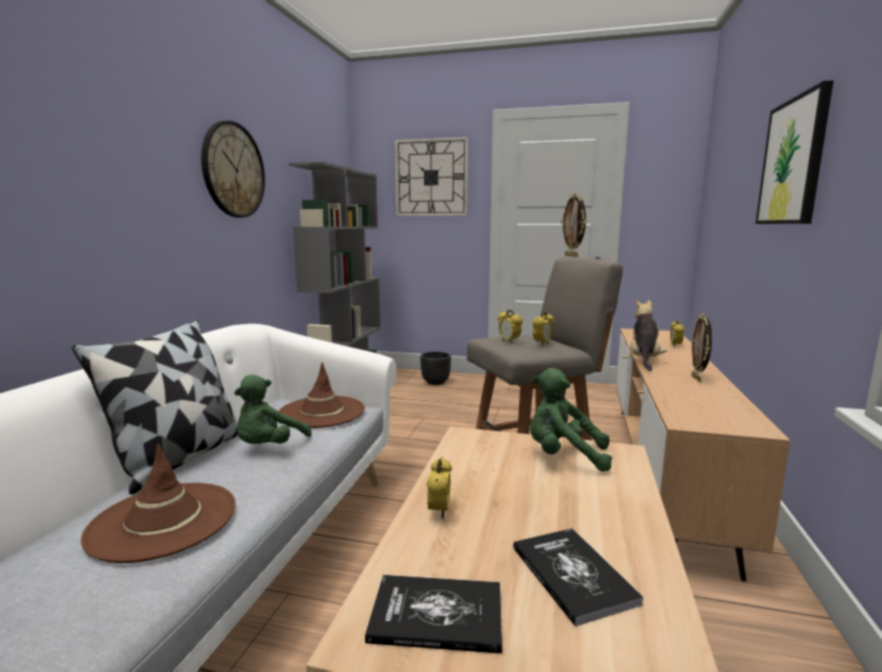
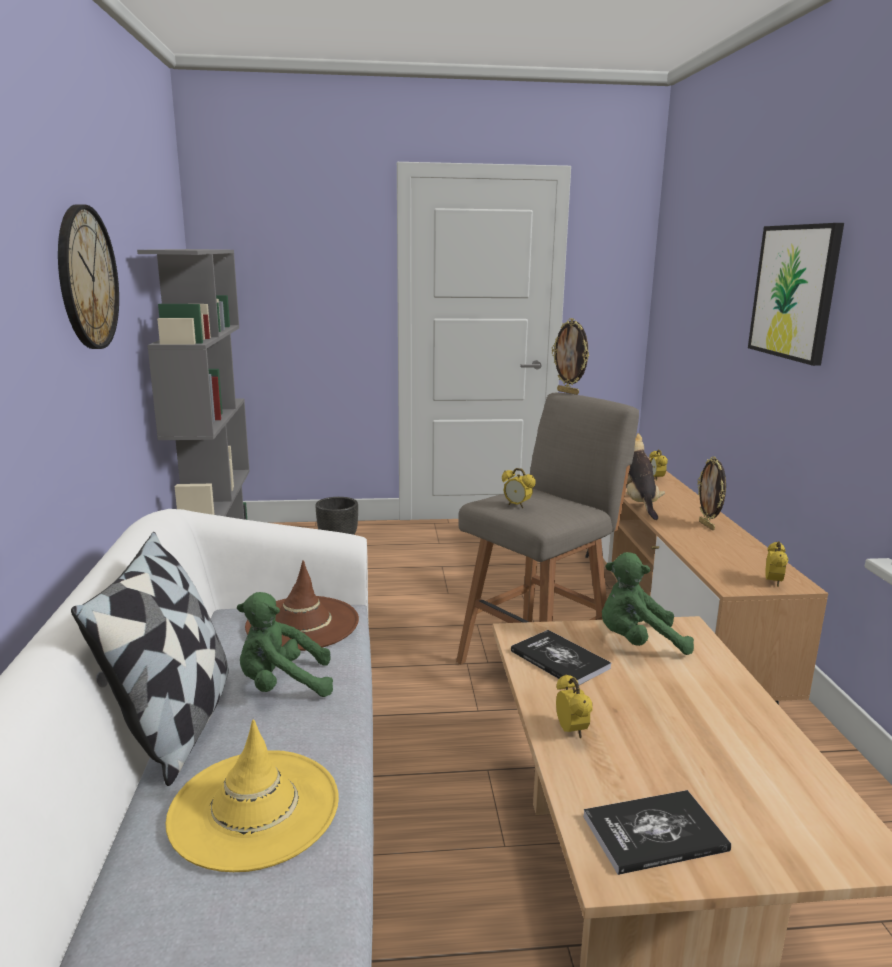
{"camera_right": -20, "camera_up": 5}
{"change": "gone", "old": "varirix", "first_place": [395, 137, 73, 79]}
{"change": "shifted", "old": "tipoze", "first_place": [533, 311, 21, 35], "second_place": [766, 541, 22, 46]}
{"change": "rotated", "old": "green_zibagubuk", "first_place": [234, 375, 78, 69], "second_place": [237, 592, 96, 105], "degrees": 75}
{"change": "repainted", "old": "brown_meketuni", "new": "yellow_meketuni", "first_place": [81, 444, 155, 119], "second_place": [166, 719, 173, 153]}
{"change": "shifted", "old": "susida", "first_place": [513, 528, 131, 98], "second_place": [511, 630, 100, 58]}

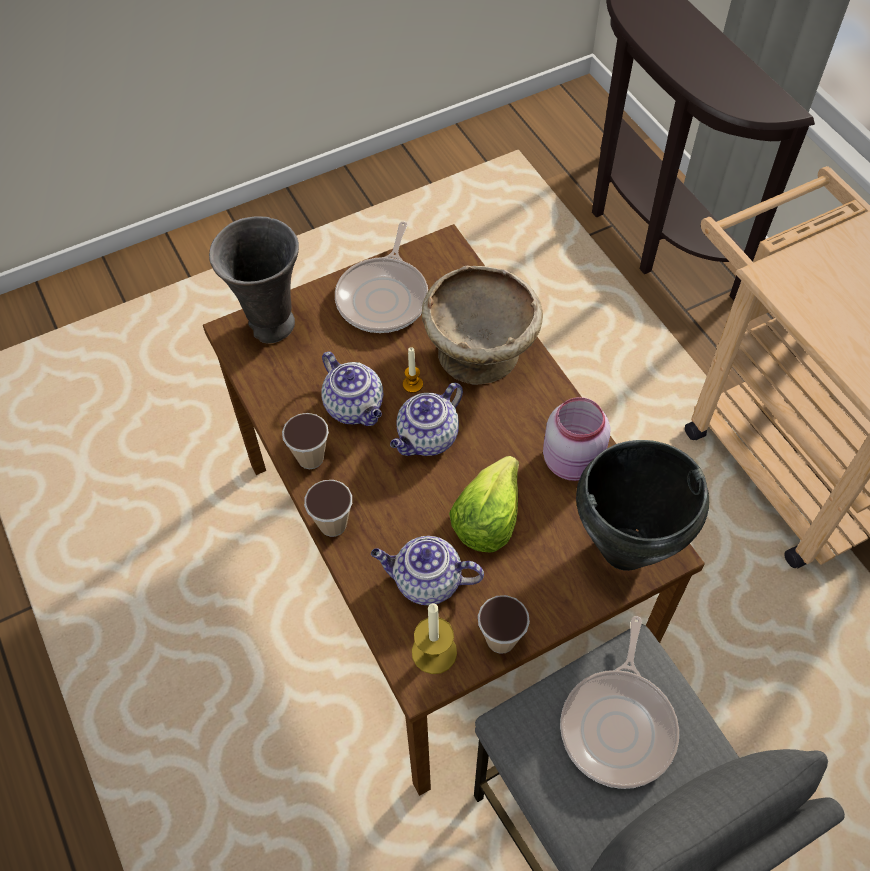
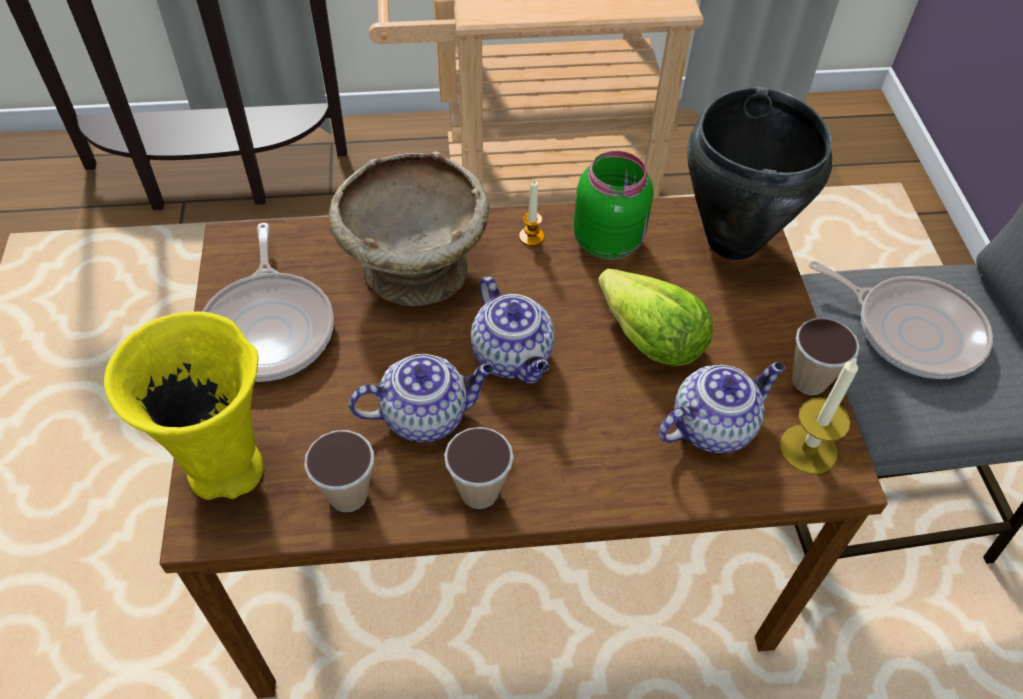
{"camera_right": -70, "camera_up": -5}
{"change": "repainted", "old": "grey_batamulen", "new": "yellow_batamulen", "first_place": [209, 216, 90, 127], "second_place": [104, 312, 159, 188]}
{"change": "rotated", "old": "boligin", "first_place": [335, 222, 93, 111], "second_place": [202, 223, 132, 159], "degrees": 45}
{"change": "shifted", "old": "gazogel", "first_place": [403, 347, 20, 46], "second_place": [519, 181, 25, 65]}
{"change": "repainted", "old": "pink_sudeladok", "new": "green_sudeladok", "first_place": [543, 397, 67, 84], "second_place": [574, 151, 80, 109]}
{"change": "shifted", "old": "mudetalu", "first_place": [304, 480, 48, 57], "second_place": [304, 430, 70, 82]}
{"change": "rotated", "old": "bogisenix", "first_place": [371, 536, 113, 69], "second_place": [658, 362, 127, 92], "degrees": -150}

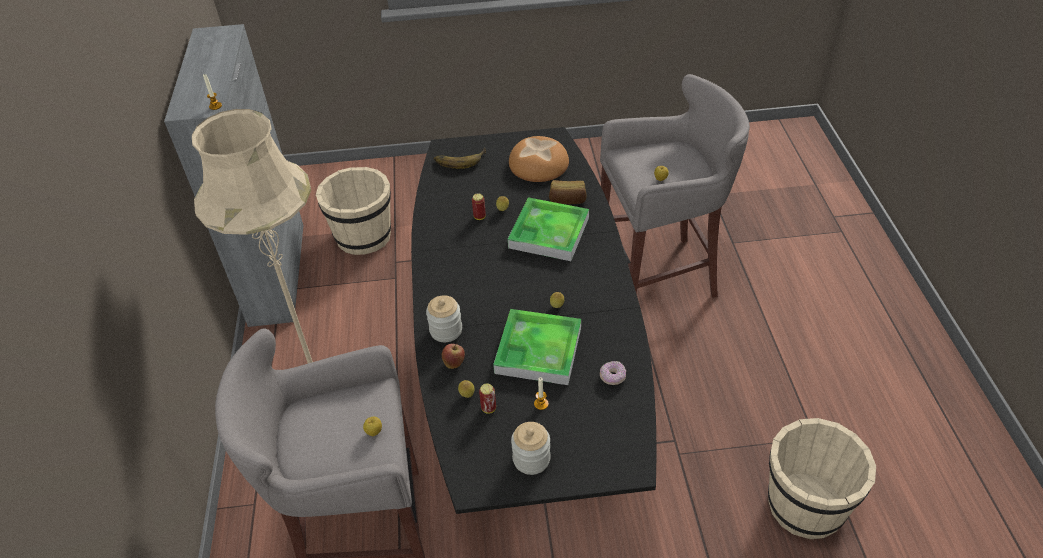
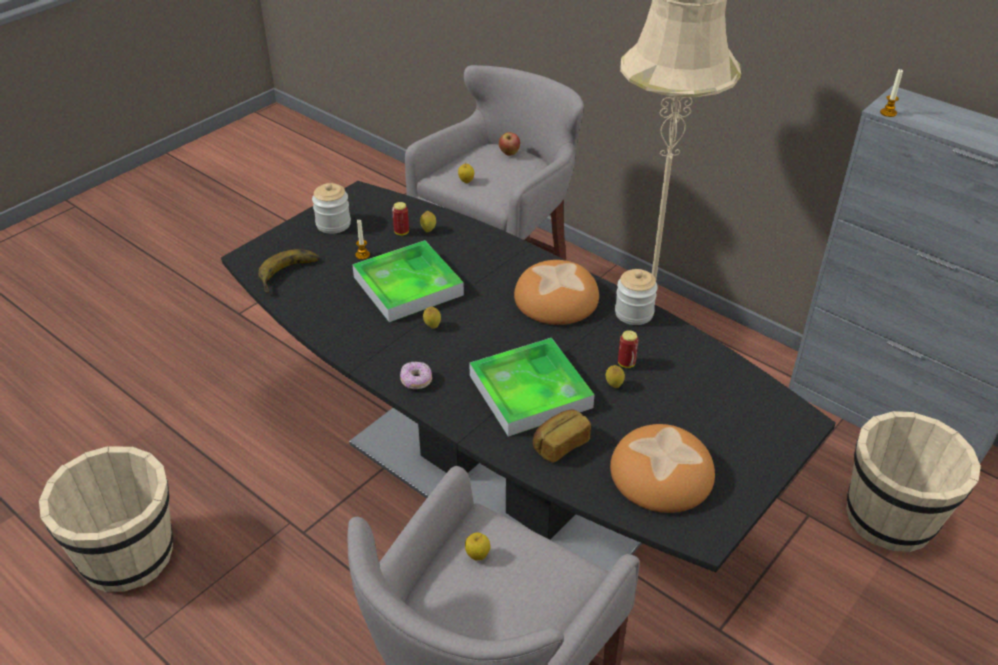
{"camera_right": 135, "camera_up": -5}
{"change": "shifted", "old": "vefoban", "first_place": [434, 148, 52, 21], "second_place": [258, 249, 62, 44]}
{"change": "shifted", "old": "sudeladok", "first_place": [426, 295, 36, 47], "second_place": [615, 269, 43, 56]}
{"change": "shifted", "old": "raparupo", "first_place": [442, 343, 23, 26], "second_place": [499, 132, 21, 24]}
{"change": "shifted", "old": "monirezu", "first_place": [600, 361, 26, 24], "second_place": [400, 362, 32, 27]}
{"change": "new", "new": "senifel", "second_place": [514, 260, 85, 65]}

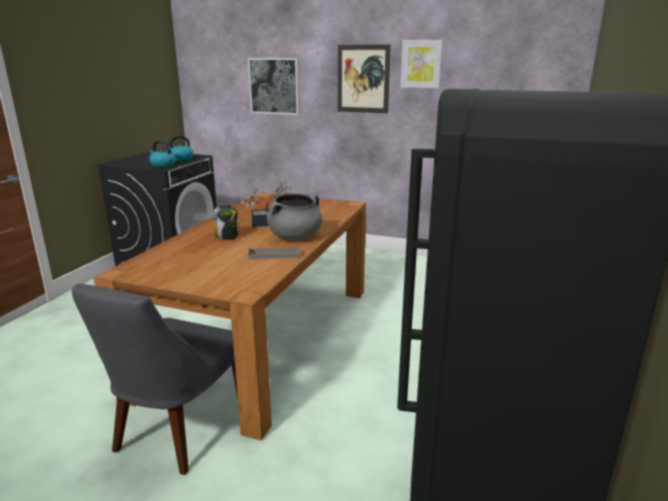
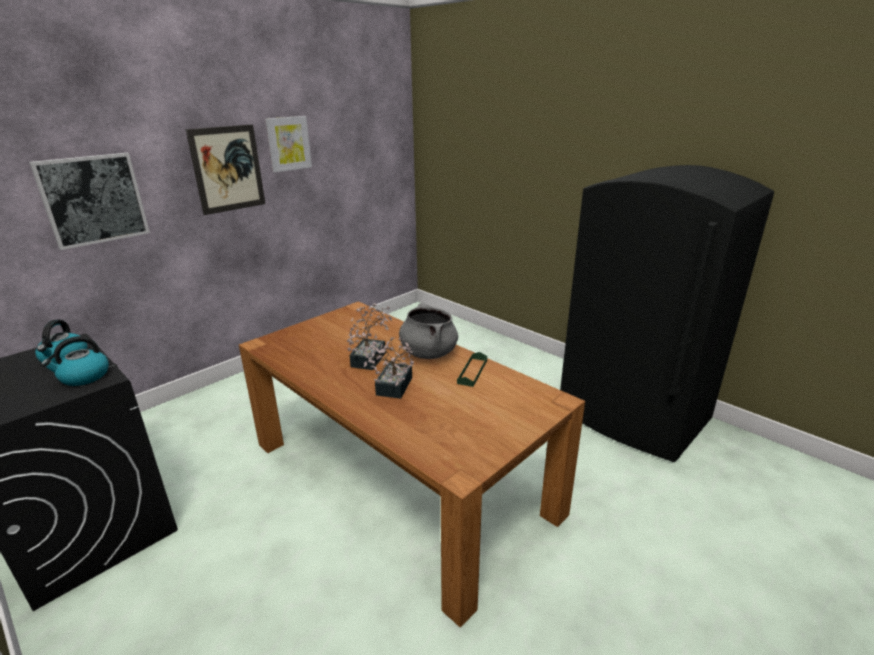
{"camera_right": -65, "camera_up": 5}
{"change": "swapped", "old": "sudeladok", "new": "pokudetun", "first_place": [214, 204, 25, 36], "second_place": [364, 337, 50, 62]}
{"change": "repainted", "old": "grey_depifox", "new": "green_depifox", "first_place": [248, 246, 52, 13], "second_place": [457, 352, 30, 35]}
{"change": "gone", "old": "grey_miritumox", "first_place": [72, 284, 166, 191]}

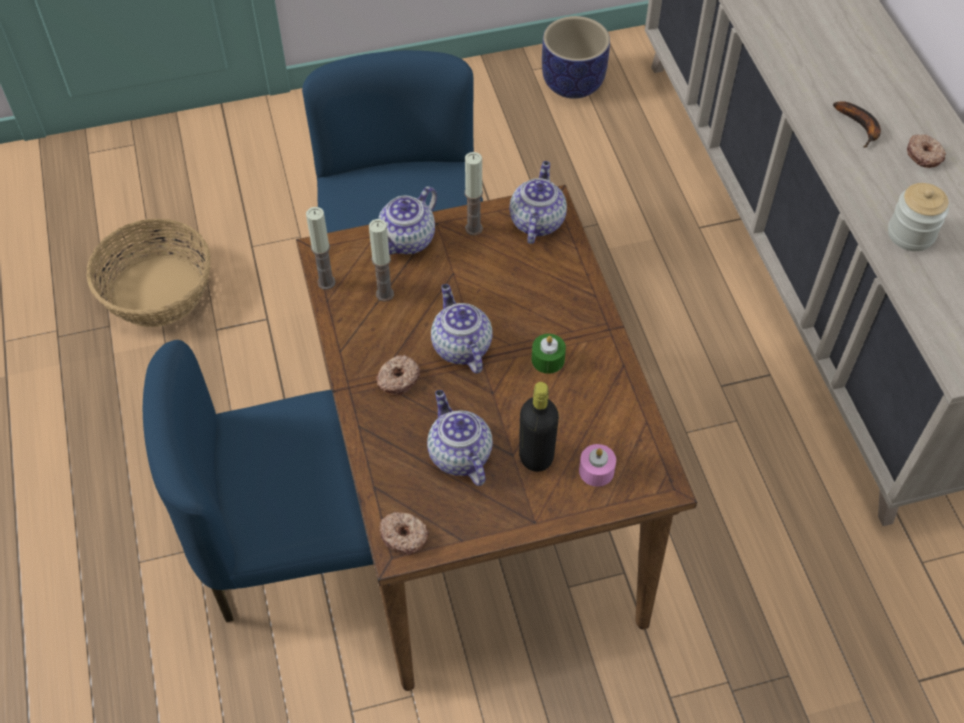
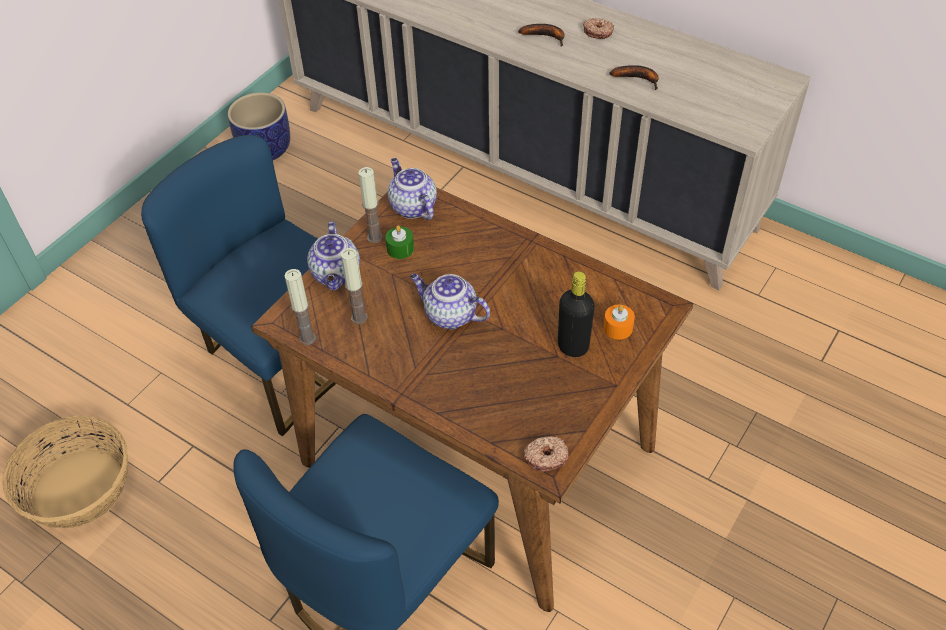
{"camera_right": -40, "camera_up": -5}
{"change": "swapped", "old": "sudeladok", "new": "vefoban", "first_place": [888, 183, 61, 68], "second_place": [610, 65, 49, 25]}
{"change": "shifted", "old": "green_gazogel", "first_place": [532, 334, 34, 40], "second_place": [385, 226, 29, 33]}
{"change": "gone", "old": "monirezu", "first_place": [376, 354, 44, 42]}
{"change": "gone", "old": "bogisenix", "first_place": [427, 390, 66, 96]}
{"change": "repainted", "old": "pink_gazogel", "new": "orange_gazogel", "first_place": [579, 444, 37, 43], "second_place": [603, 305, 32, 35]}

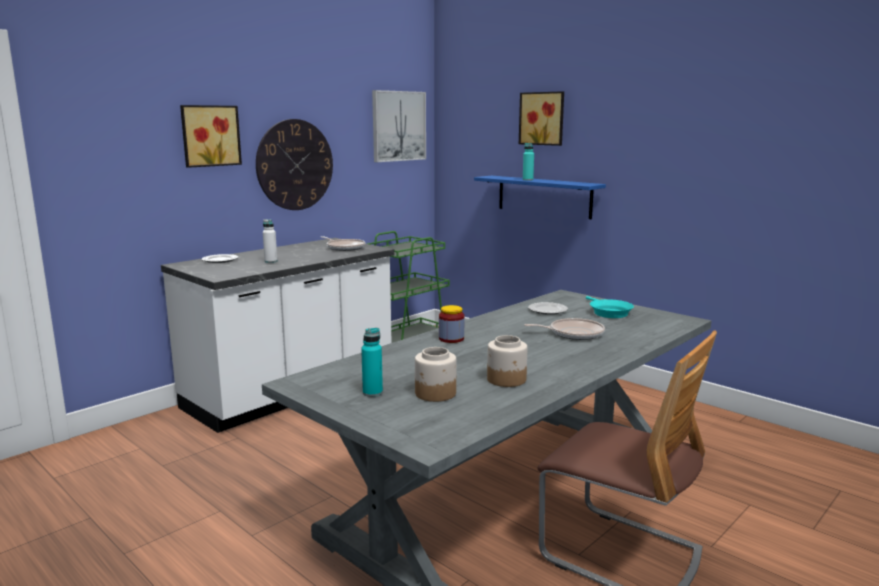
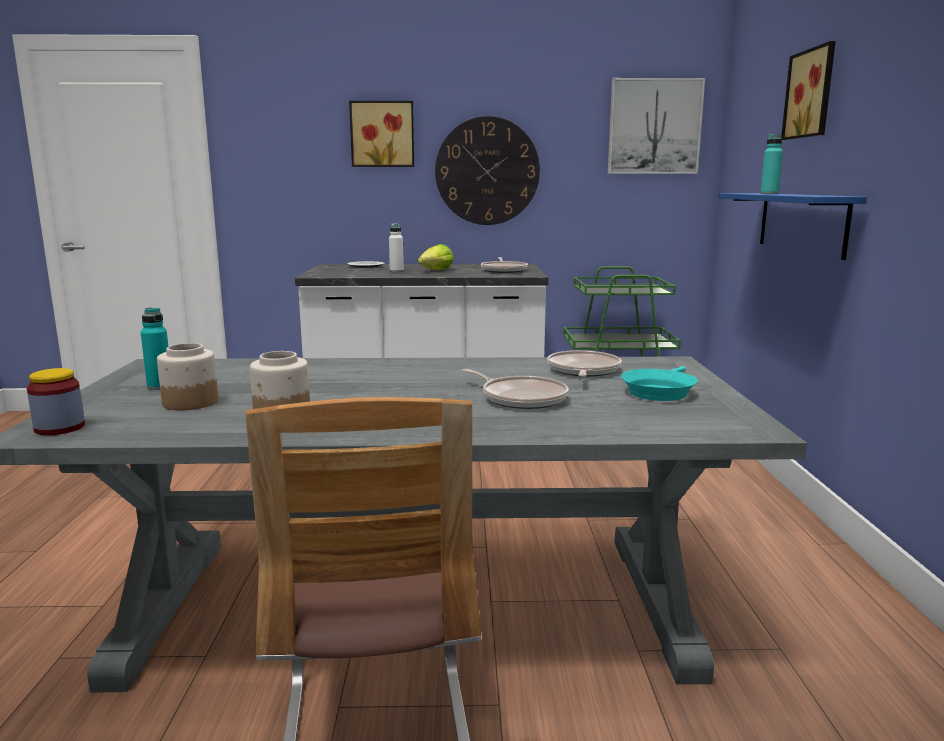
{"camera_right": 45, "camera_up": 0}
{"change": "swapped", "old": "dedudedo", "new": "boligin", "first_place": [528, 302, 40, 13], "second_place": [547, 350, 75, 27]}
{"change": "shifted", "old": "sudeladok", "first_place": [439, 305, 25, 38], "second_place": [27, 368, 58, 67]}
{"change": "new", "new": "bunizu", "second_place": [418, 244, 36, 26]}

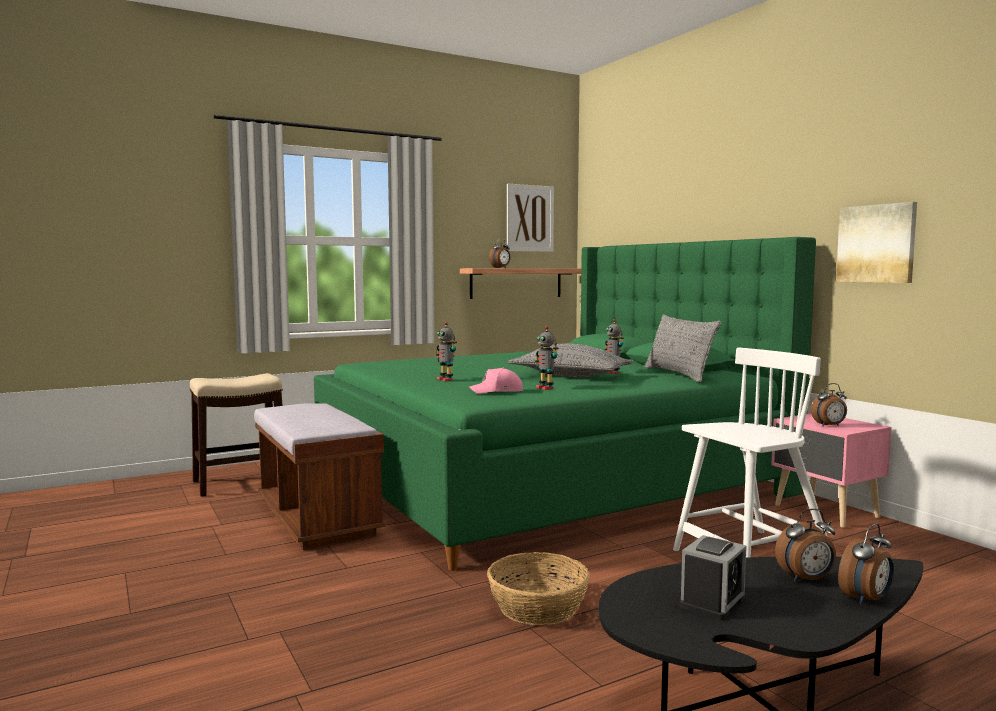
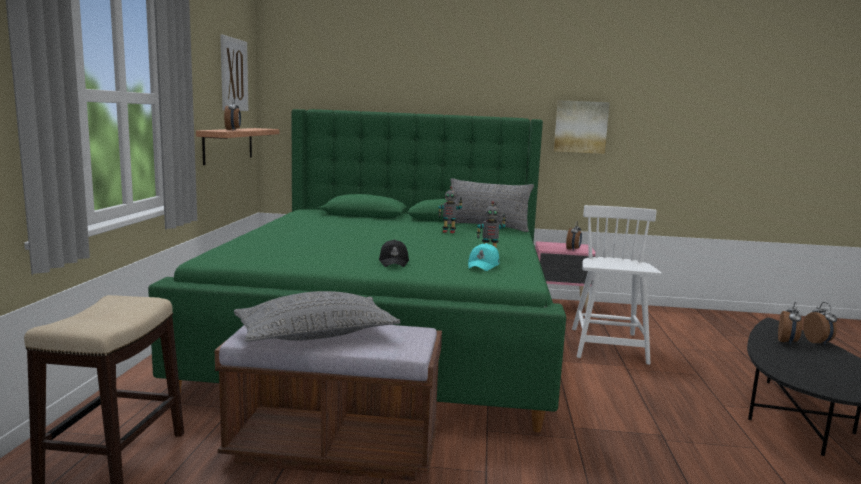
{"camera_right": -55, "camera_up": 5}
{"change": "swapped", "old": "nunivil", "new": "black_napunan", "first_place": [436, 322, 21, 59], "second_place": [379, 239, 30, 28]}
{"change": "shifted", "old": "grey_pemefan", "first_place": [508, 343, 125, 34], "second_place": [234, 291, 167, 51]}
{"change": "repainted", "old": "pink_napunan", "new": "turquoise_napunan", "first_place": [469, 367, 54, 27], "second_place": [468, 243, 31, 28]}
{"change": "gone", "old": "tipoze", "first_place": [680, 535, 67, 85]}
{"change": "gone", "old": "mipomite", "first_place": [487, 552, 103, 74]}

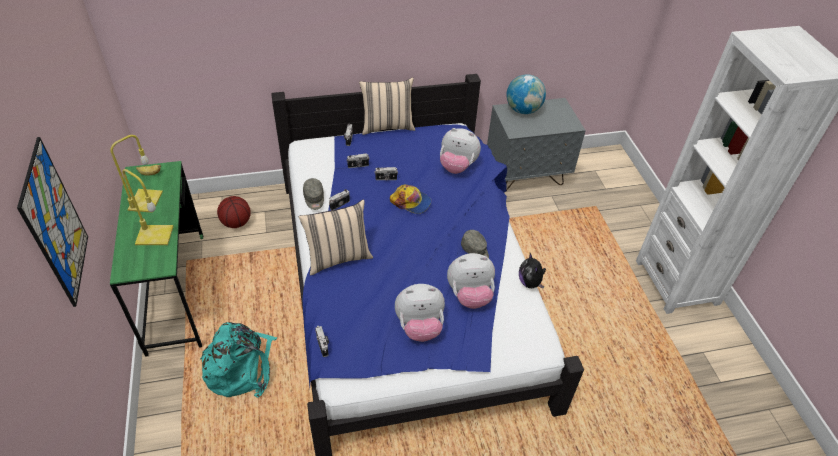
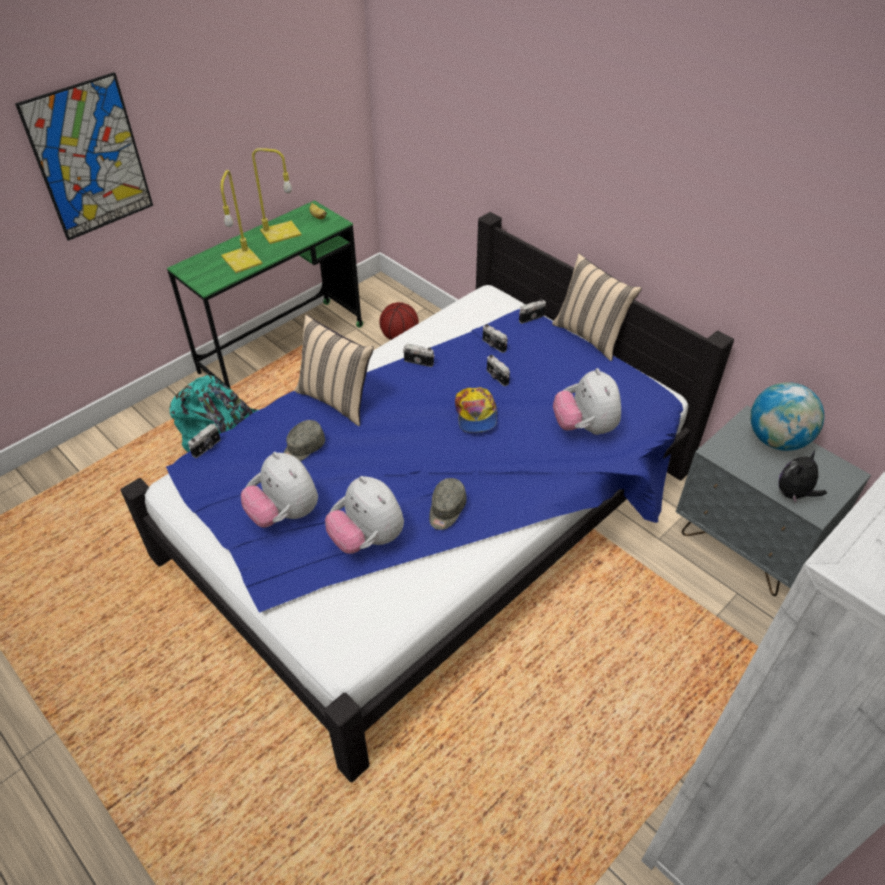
{"camera_right": 60, "camera_up": 0}
{"change": "shifted", "old": "grey_napunan", "first_place": [303, 178, 21, 32], "second_place": [283, 420, 42, 41]}
{"change": "shifted", "old": "zibagubuk", "first_place": [519, 253, 27, 36], "second_place": [779, 449, 48, 55]}

